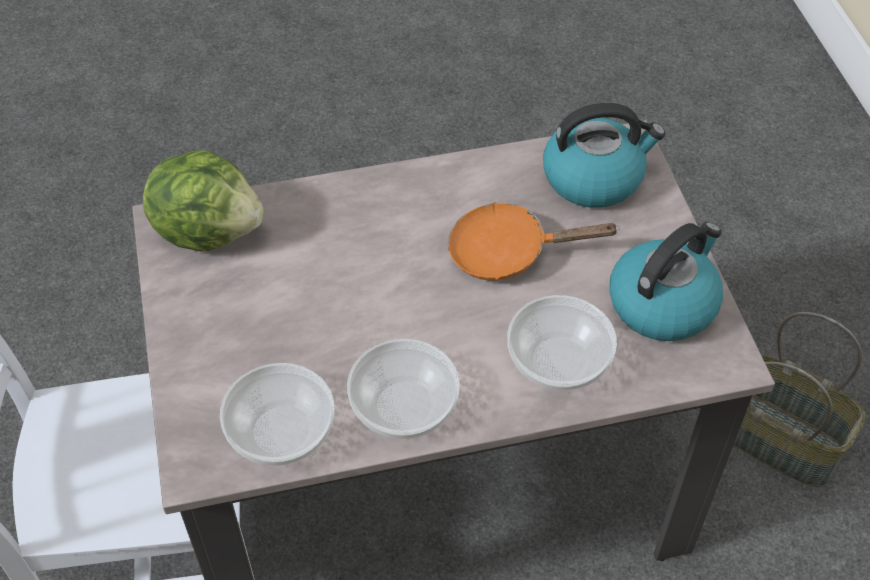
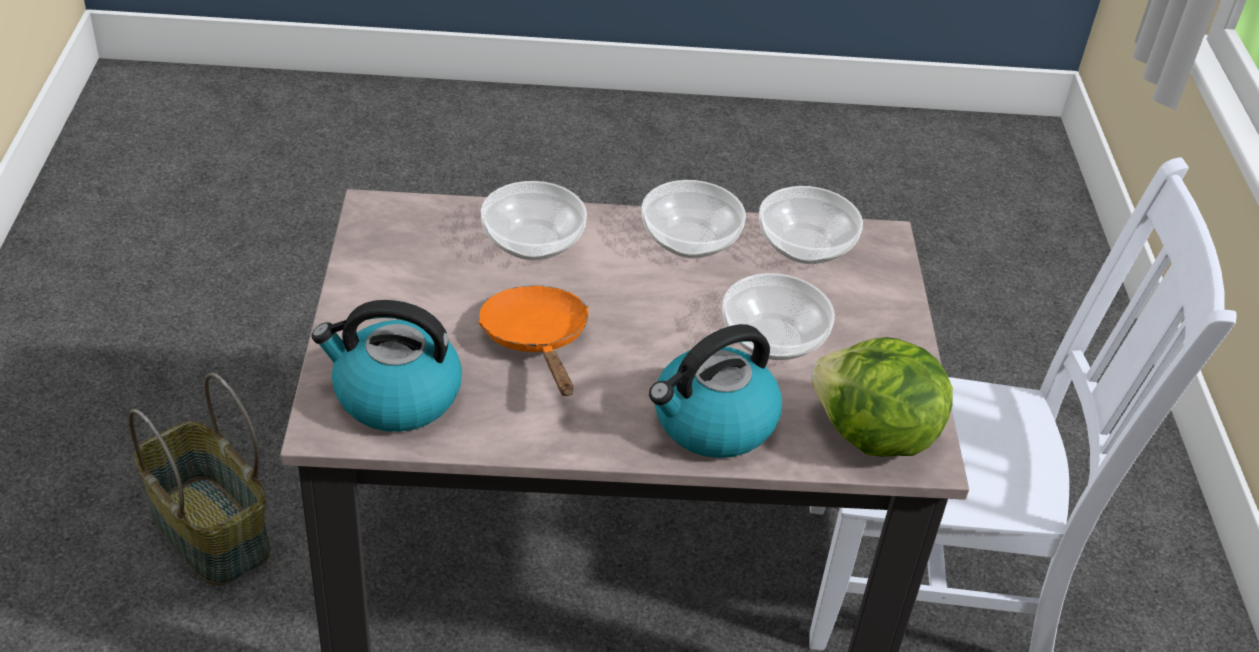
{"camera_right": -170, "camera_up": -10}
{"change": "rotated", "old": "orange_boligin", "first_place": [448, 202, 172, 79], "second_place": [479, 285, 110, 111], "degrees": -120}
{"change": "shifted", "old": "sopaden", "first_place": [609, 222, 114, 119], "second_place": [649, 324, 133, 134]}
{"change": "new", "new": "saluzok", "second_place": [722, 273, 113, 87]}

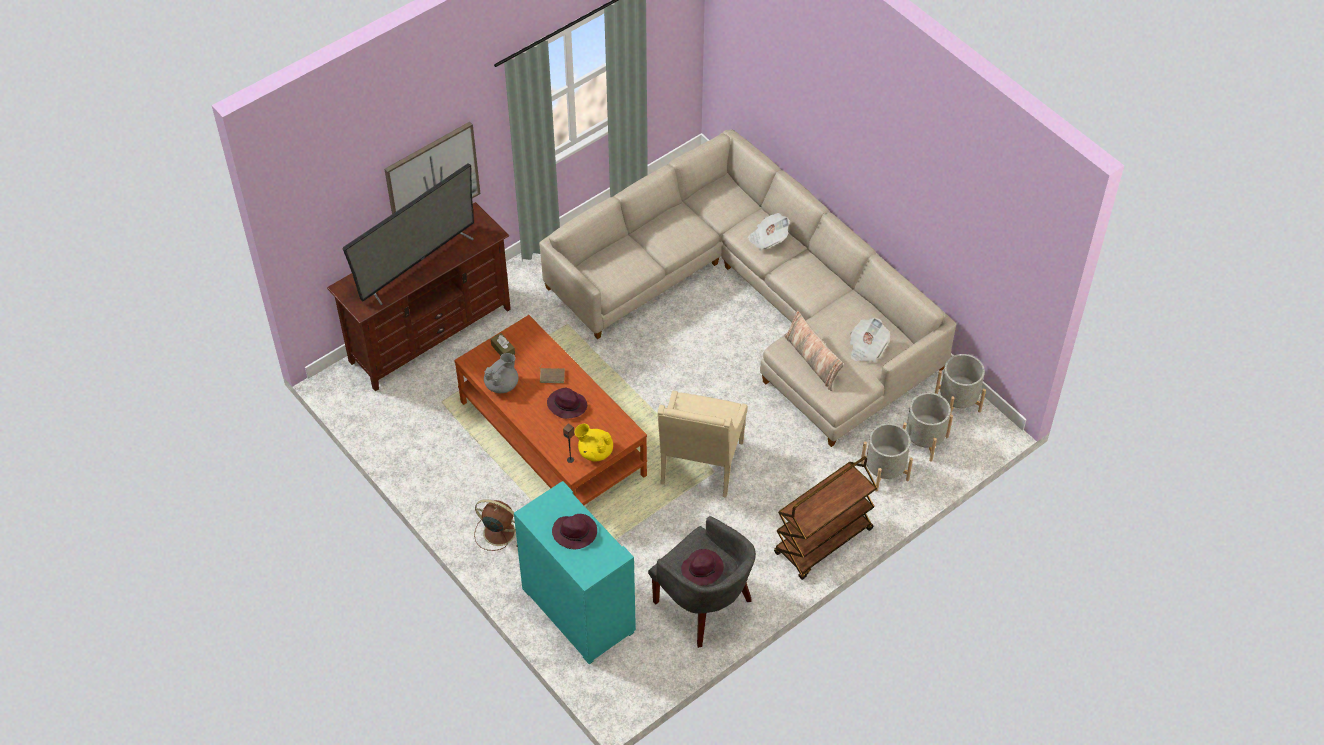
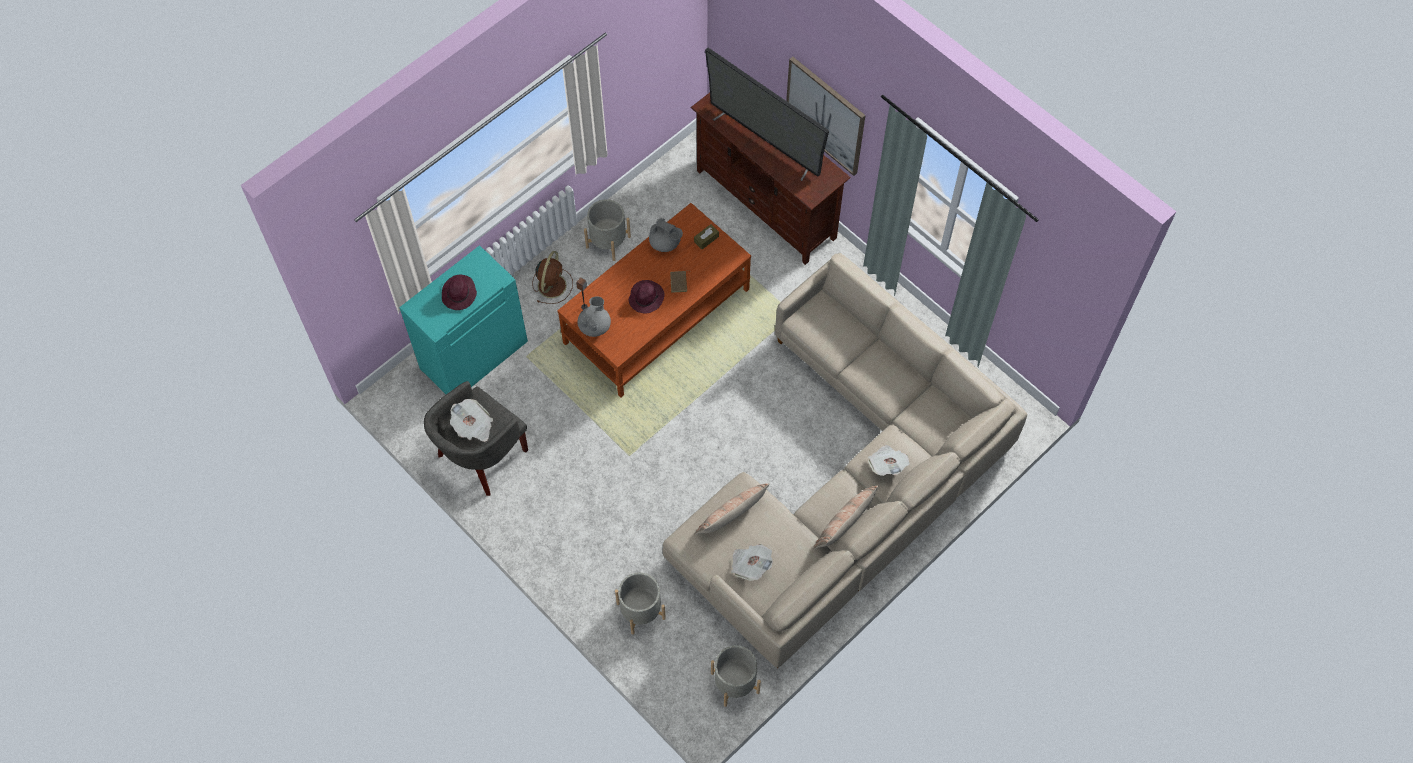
{"camera_right": 85, "camera_up": 10}
{"change": "gone", "old": "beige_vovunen", "first_place": [658, 391, 89, 106]}
{"change": "shifted", "old": "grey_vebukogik", "first_place": [903, 393, 50, 69], "second_place": [584, 199, 47, 62]}
{"change": "repainted", "old": "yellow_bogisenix", "new": "grey_bogisenix", "first_place": [574, 424, 39, 37], "second_place": [578, 296, 33, 41]}
{"change": "gone", "old": "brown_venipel", "first_place": [774, 456, 104, 124]}
{"change": "swapped", "old": "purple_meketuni", "new": "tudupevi", "first_place": [681, 549, 43, 37], "second_place": [450, 399, 43, 43]}
{"change": "new", "new": "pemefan", "second_place": [813, 485, 65, 65]}

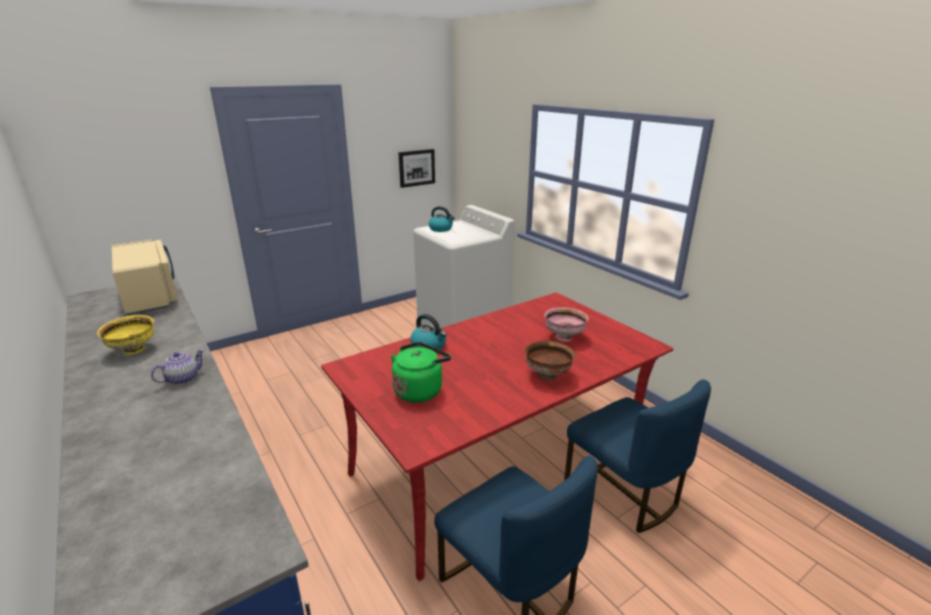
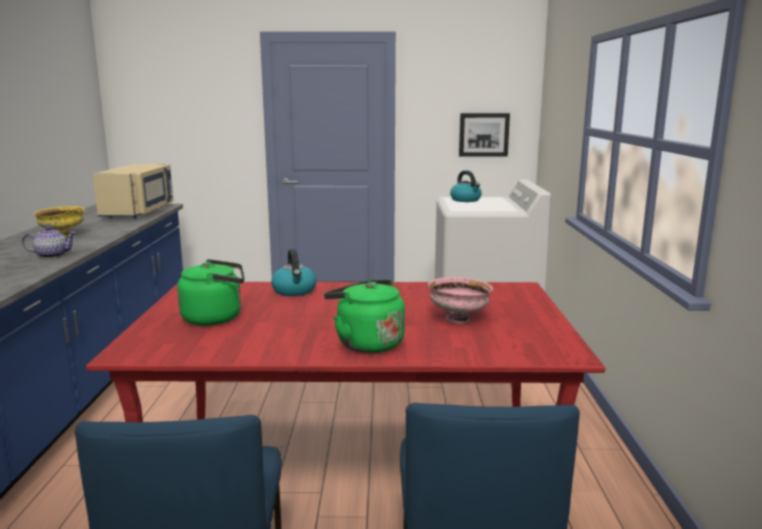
{"camera_right": 35, "camera_up": -10}
{"change": "swapped", "old": "brown_saluzok", "new": "green_sopaden", "first_place": [525, 341, 50, 40], "second_place": [324, 280, 81, 73]}

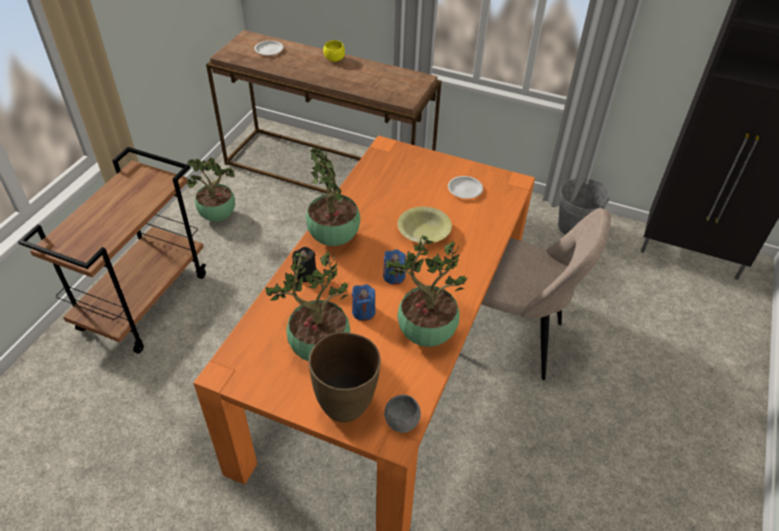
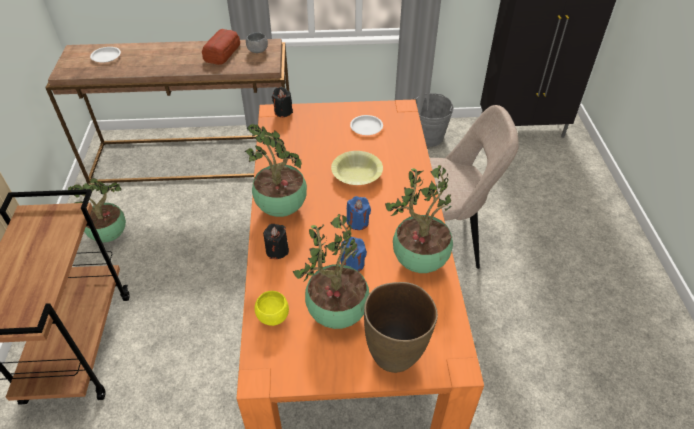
{"camera_right": -25, "camera_up": 0}
{"change": "shifted", "old": "yellow_saluzok", "first_place": [323, 40, 22, 22], "second_place": [255, 291, 34, 35]}
{"change": "shifted", "old": "grey_saluzok", "first_place": [384, 395, 37, 38], "second_place": [246, 32, 22, 21]}
{"change": "new", "new": "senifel", "second_place": [202, 29, 38, 36]}
{"change": "new", "new": "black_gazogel", "second_place": [272, 87, 21, 30]}

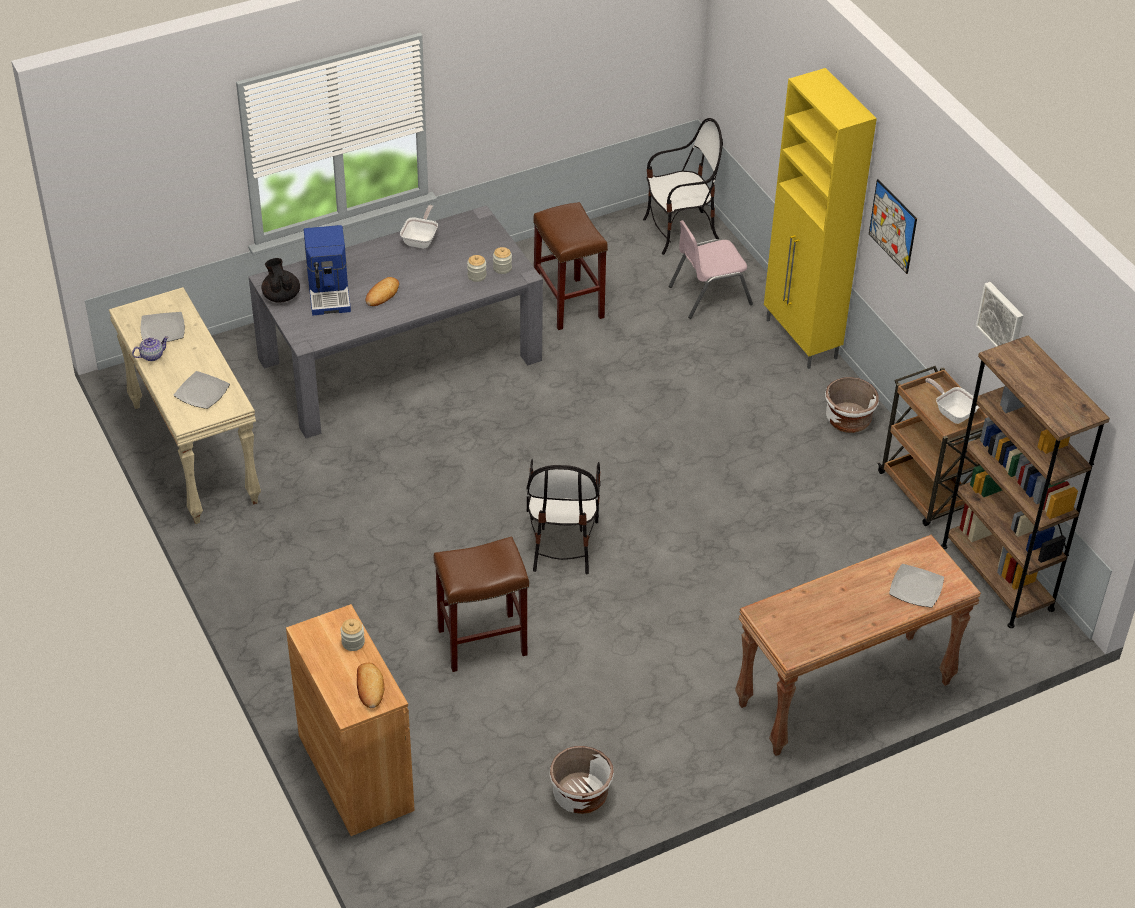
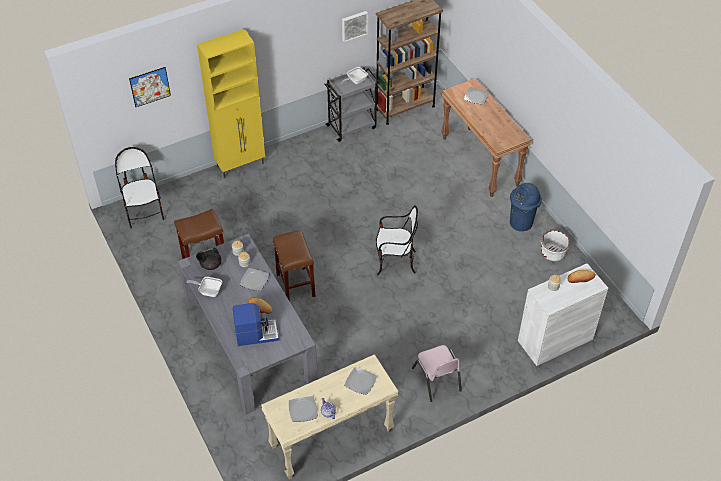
{"camera_right": -90, "camera_up": 5}
{"change": "shifted", "old": "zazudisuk", "first_place": [869, 179, 48, 95], "second_place": [129, 67, 42, 40]}
{"change": "shifted", "old": "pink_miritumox", "first_place": [669, 220, 84, 99], "second_place": [412, 345, 50, 57]}
{"change": "shifted", "old": "black_bogisenix", "first_place": [261, 258, 39, 45], "second_place": [196, 248, 25, 22]}
{"change": "repainted", "old": "brown_venipel", "new": "grey_venipel", "first_place": [877, 366, 111, 160], "second_place": [325, 67, 55, 75]}
{"change": "gone", "old": "white_vebukogik", "first_place": [825, 377, 54, 56]}
{"change": "shifted", "old": "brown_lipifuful", "first_place": [433, 537, 96, 135], "second_place": [273, 230, 43, 70]}
{"change": "repainted", "old": "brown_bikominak", "new": "white_bikominak", "first_place": [286, 604, 129, 232], "second_place": [518, 263, 90, 103]}
{"change": "new", "new": "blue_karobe", "second_place": [510, 183, 32, 48]}
{"change": "new", "new": "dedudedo", "second_place": [240, 268, 29, 23]}

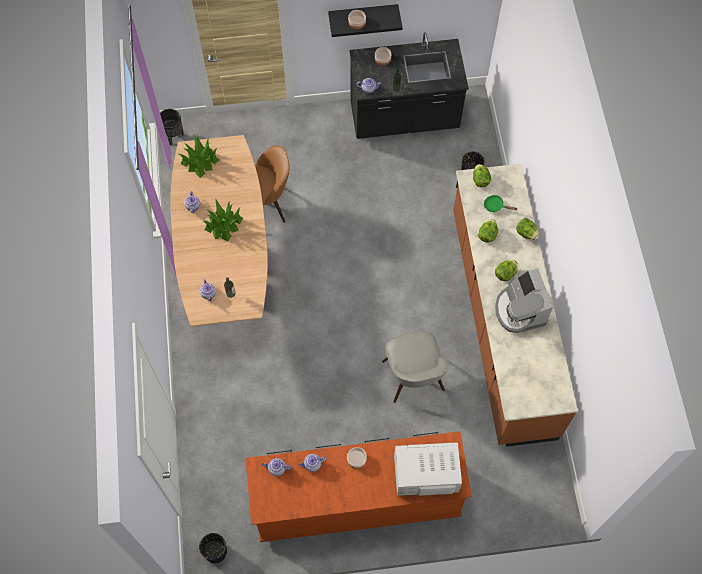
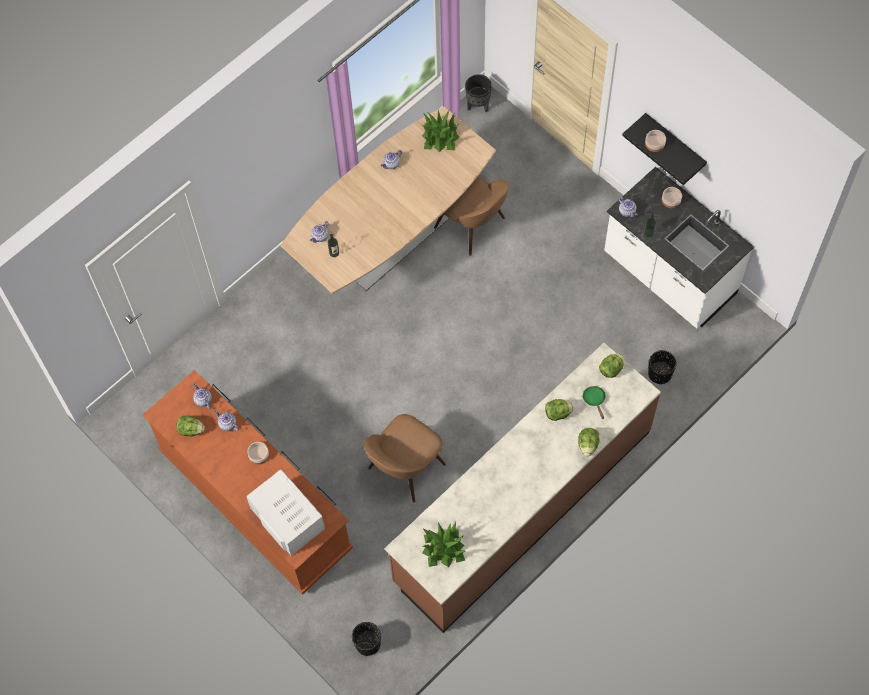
{"camera_right": 55, "camera_up": 0}
{"change": "repainted", "old": "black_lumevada", "new": "white_lumevada", "first_place": [349, 32, 120, 107], "second_place": [604, 167, 150, 162]}
{"change": "shifted", "old": "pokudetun", "first_place": [203, 198, 40, 44], "second_place": [422, 521, 43, 46]}
{"change": "shifted", "old": "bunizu", "first_place": [495, 260, 23, 21], "second_place": [176, 416, 29, 21]}
{"change": "gone", "old": "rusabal", "first_place": [495, 269, 58, 64]}
{"change": "repainted", "old": "grey_miritumox", "new": "brown_miritumox", "first_place": [382, 331, 67, 72], "second_place": [364, 414, 82, 88]}
{"change": "shifted", "old": "black_vebukogik", "first_place": [199, 533, 28, 30], "second_place": [352, 622, 29, 34]}

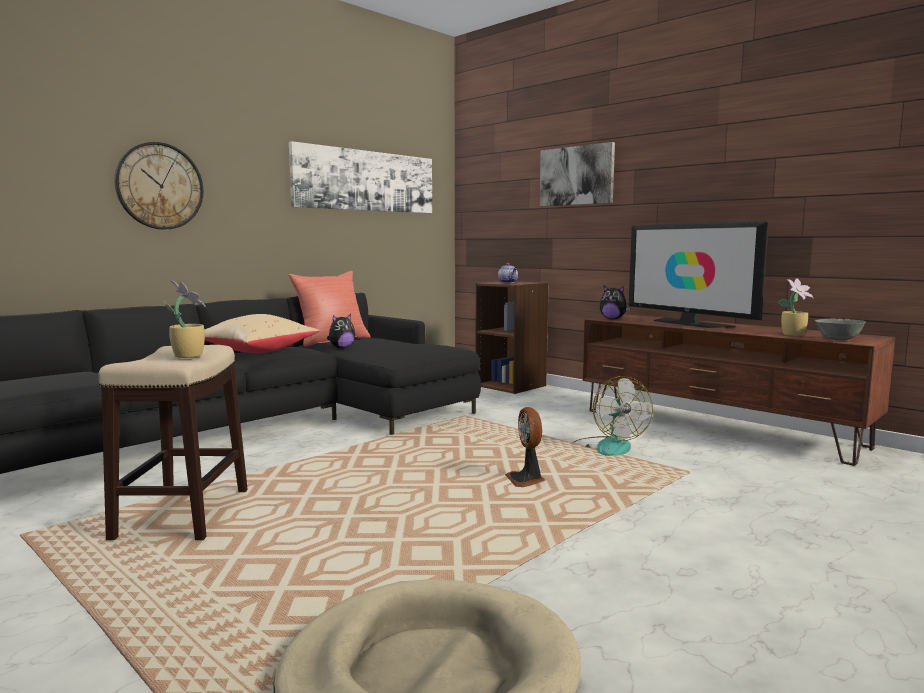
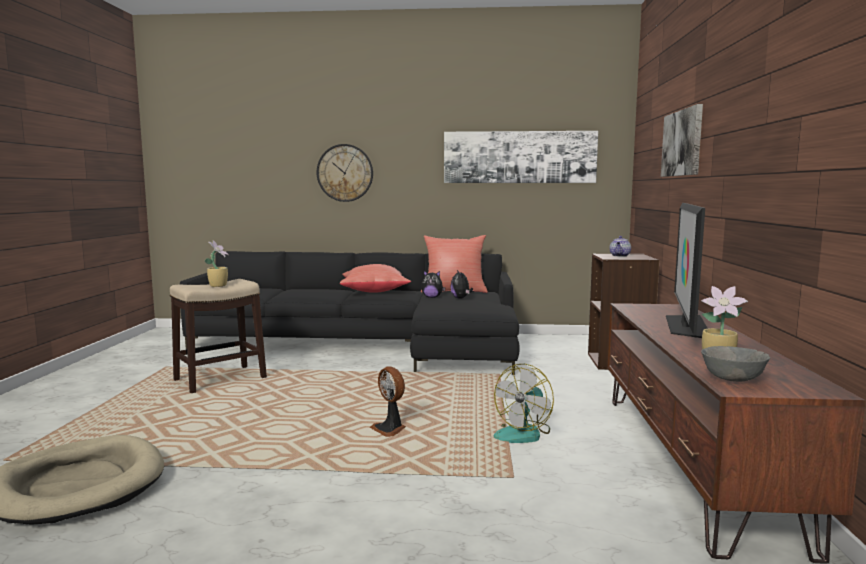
{"camera_right": 50, "camera_up": 0}
{"change": "shifted", "old": "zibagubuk", "first_place": [600, 286, 31, 34], "second_place": [450, 270, 23, 29]}
{"change": "repainted", "old": "beige_pemefan", "new": "red_pemefan", "first_place": [204, 314, 115, 39], "second_place": [340, 264, 71, 29]}
{"change": "rotated", "old": "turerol", "first_place": [505, 407, 40, 80], "second_place": [369, 367, 37, 70], "degrees": -75}

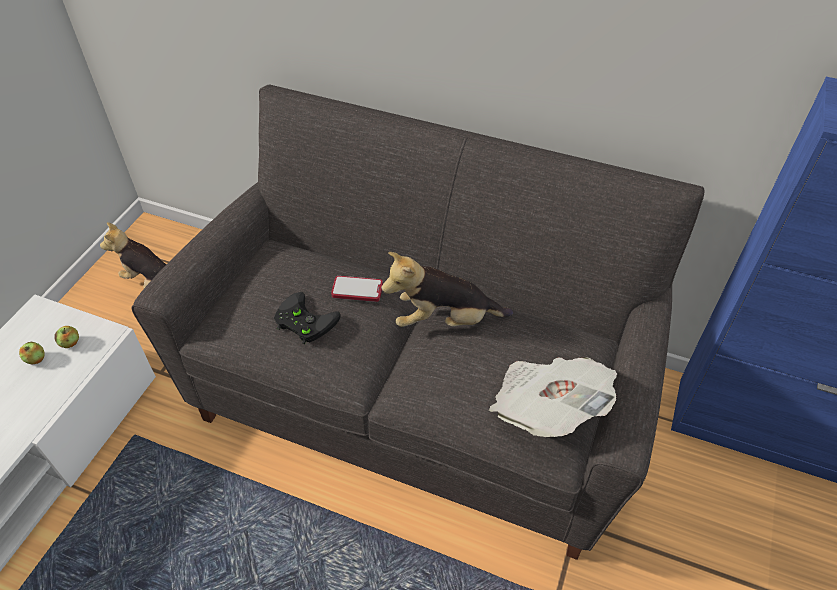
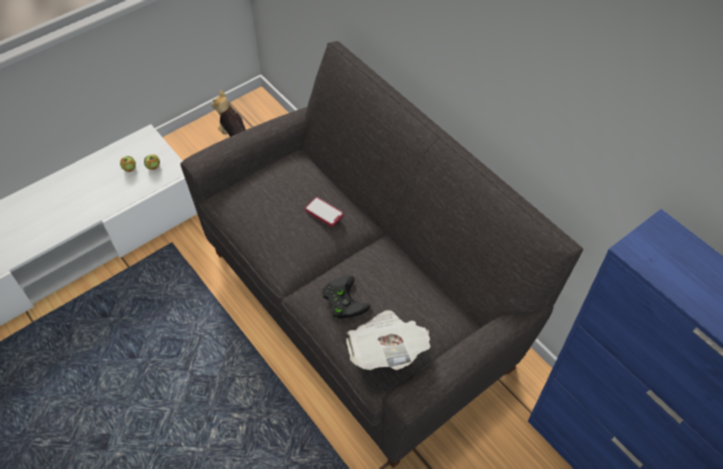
{"camera_right": 30, "camera_up": 5}
{"change": "gone", "old": "zibagubuk", "first_place": [382, 252, 131, 75]}
{"change": "shifted", "old": "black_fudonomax", "first_place": [274, 292, 67, 52], "second_place": [322, 276, 49, 42]}

